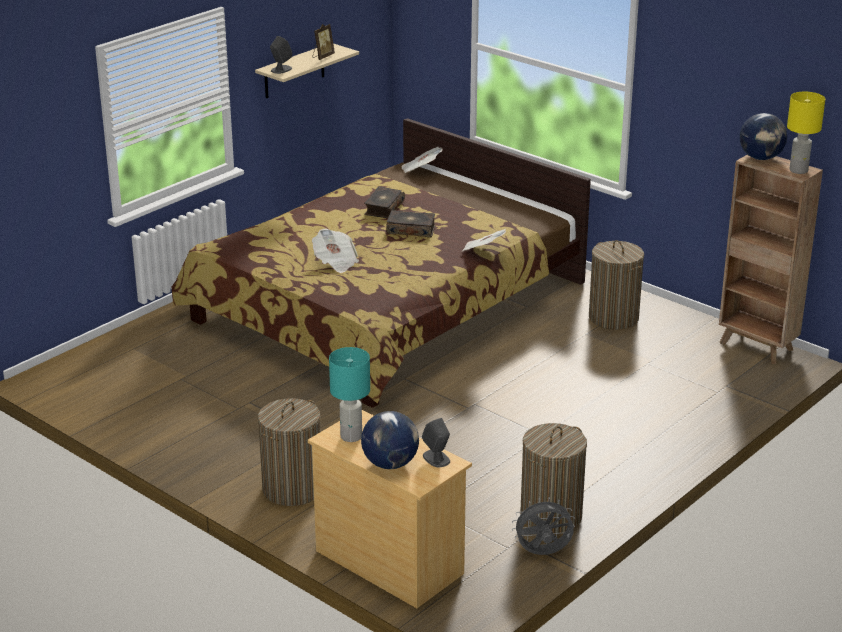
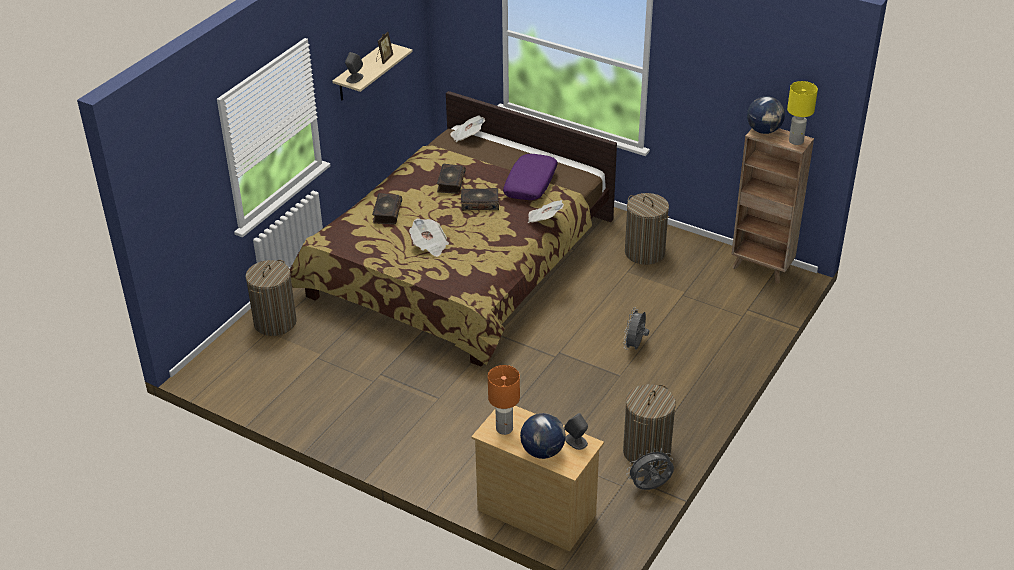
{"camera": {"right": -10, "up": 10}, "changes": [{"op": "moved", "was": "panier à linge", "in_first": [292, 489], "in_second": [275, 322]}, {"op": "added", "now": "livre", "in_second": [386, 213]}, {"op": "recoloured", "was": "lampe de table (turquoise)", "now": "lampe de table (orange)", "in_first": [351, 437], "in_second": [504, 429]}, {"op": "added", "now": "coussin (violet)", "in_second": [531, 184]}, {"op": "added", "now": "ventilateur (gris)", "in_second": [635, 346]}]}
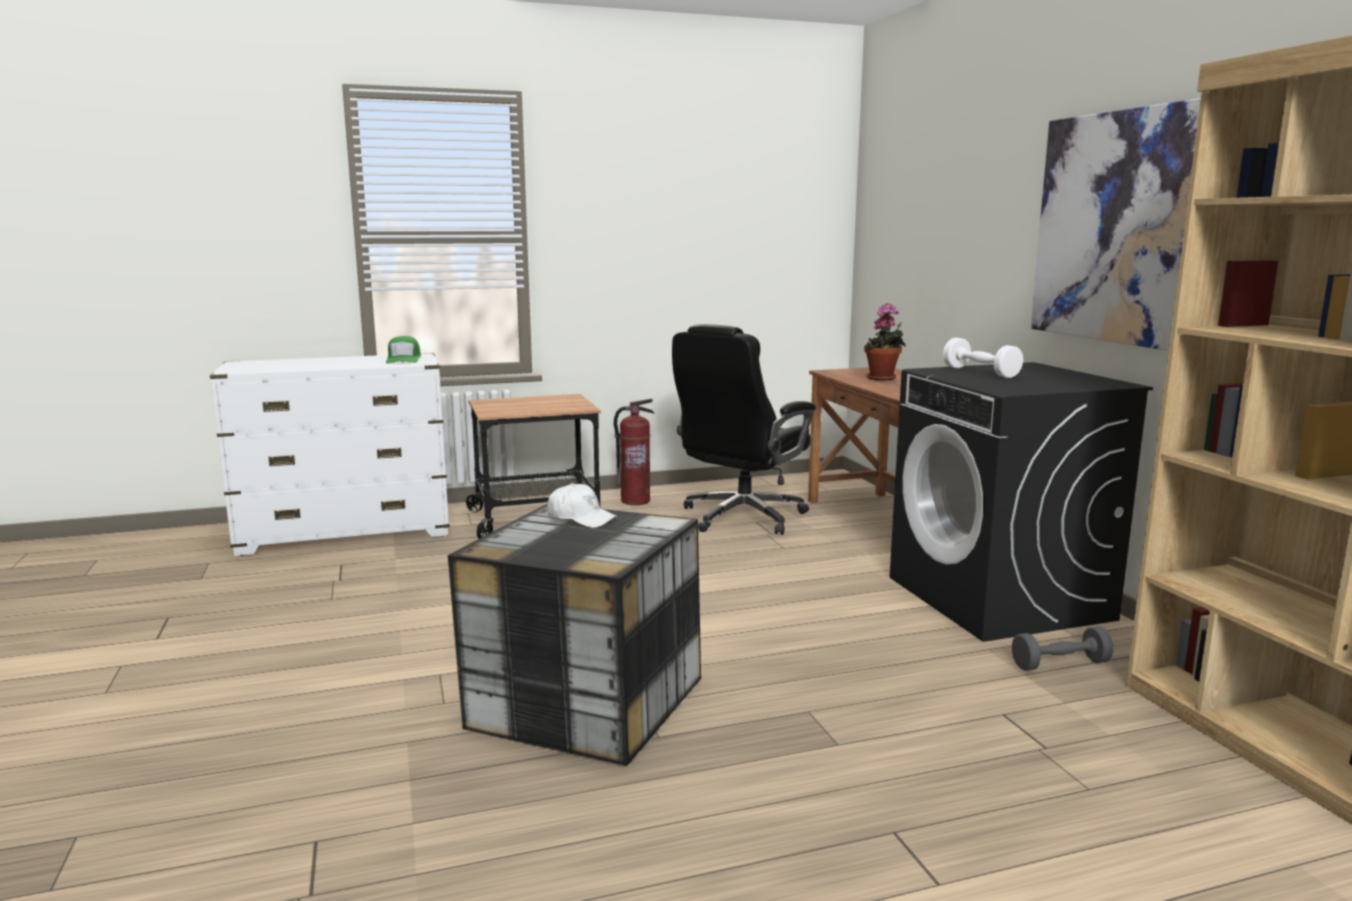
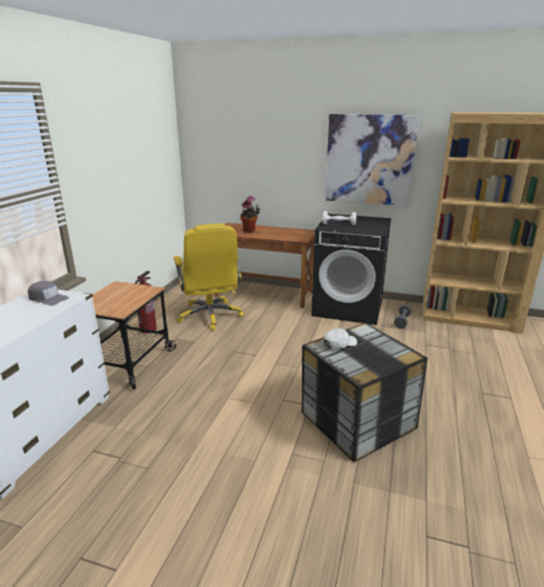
{"camera": {"right": -55, "up": 10}, "changes": [{"op": "recoloured", "was": "casquette (vert)", "now": "casquette (gris)", "in_first": [404, 359], "in_second": [48, 298]}, {"op": "recoloured", "was": "chaise de bureau (noir)", "now": "chaise de bureau (jaune)", "in_first": [741, 517], "in_second": [210, 315]}]}
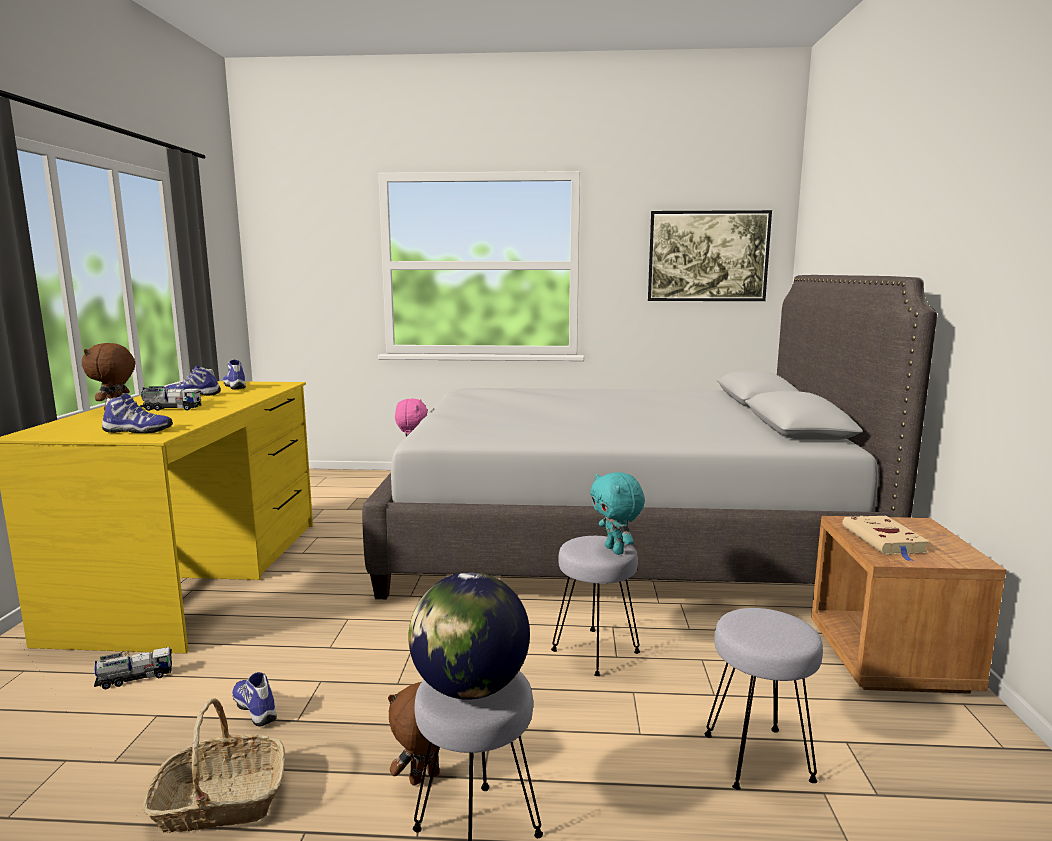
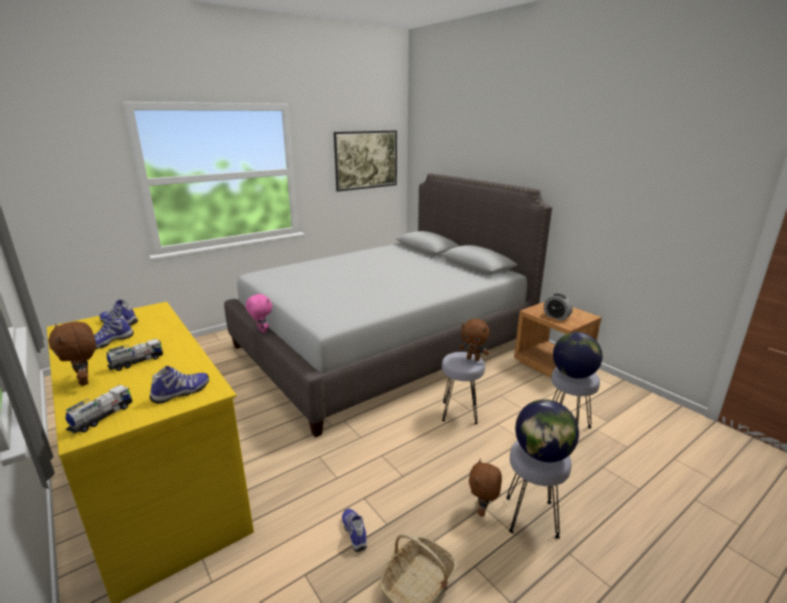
{"camera": {"right": -40, "up": 10}, "changes": [{"op": "moved", "was": "camion jouet", "in_first": [135, 678], "in_second": [102, 417]}, {"op": "turned", "was": "chaussure", "in_first": [256, 708], "in_second": [355, 532], "clockwise": 60}, {"op": "recoloured", "was": "peluche (turquoise)", "now": "peluche (marron)", "in_first": [616, 550], "in_second": [473, 359]}, {"op": "replaced", "was": "livre (beige)", "now": "réveil", "in_first": [885, 541], "in_second": [556, 316]}, {"op": "added", "now": "globe", "in_second": [573, 375]}]}
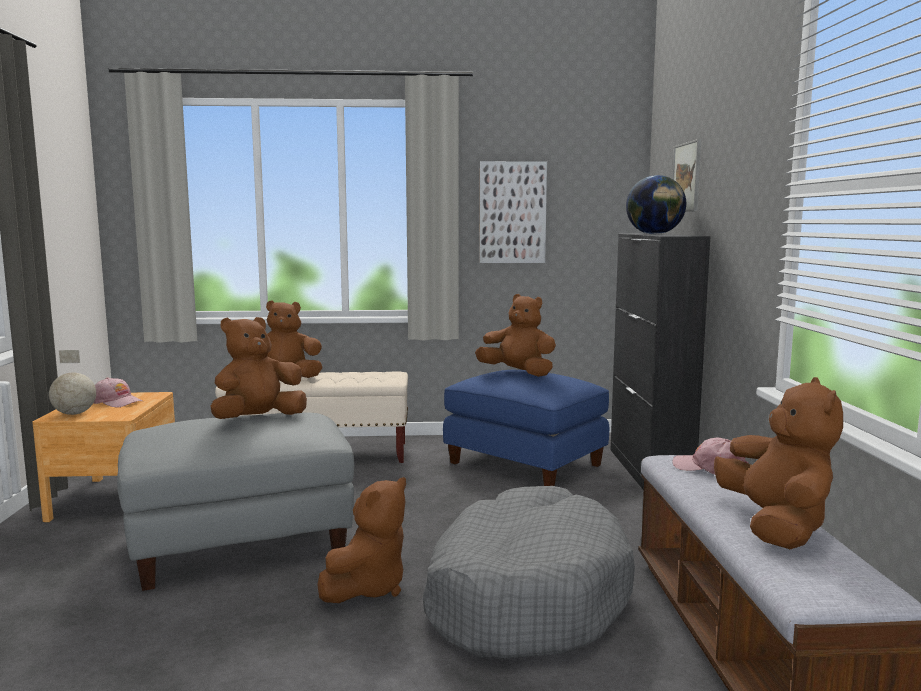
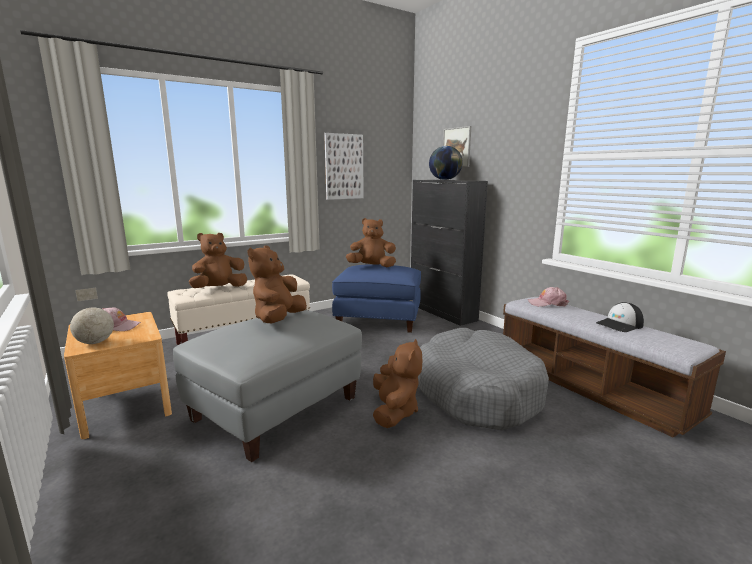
{"camera": {"right": -30, "up": 5}, "changes": [{"op": "replaced", "was": "peluche (marron)", "now": "casquette", "in_first": [775, 526], "in_second": [620, 325]}]}
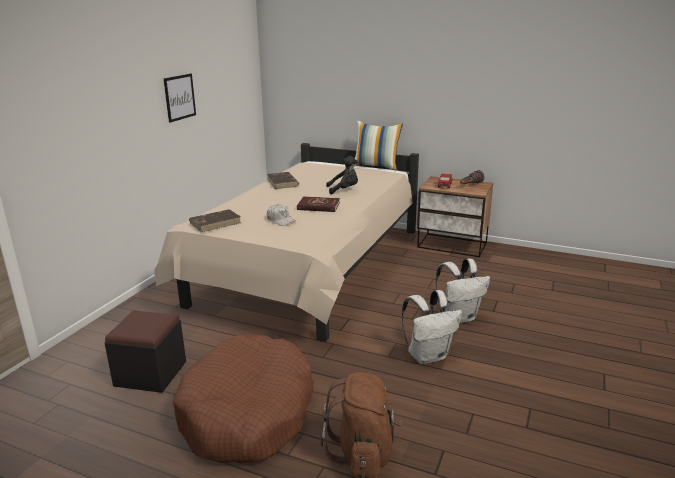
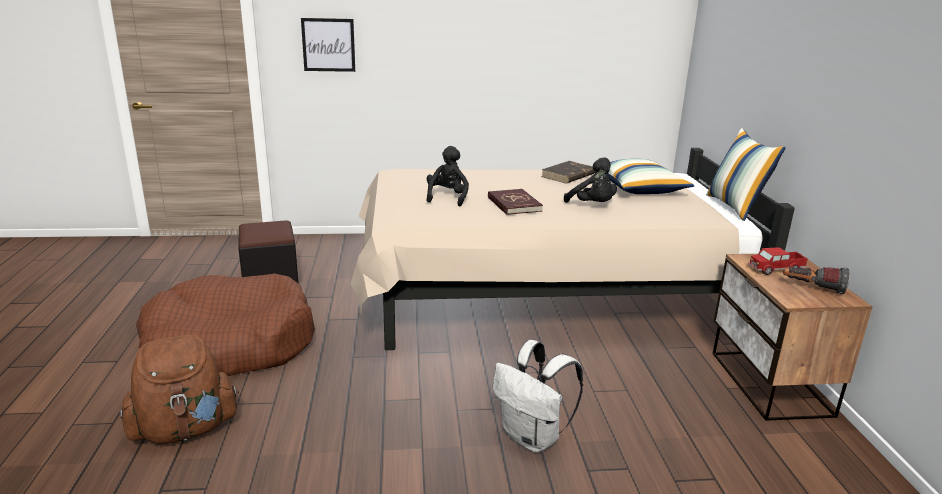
{"camera": {"right": 60, "up": 0}, "changes": [{"op": "moved", "was": "tableau", "in_first": [179, 97], "in_second": [328, 45]}, {"op": "replaced", "was": "casquette (blanc)", "now": "peluche (noir)", "in_first": [280, 220], "in_second": [447, 198]}, {"op": "added", "now": "coussin", "in_second": [640, 189]}, {"op": "removed", "was": "livre (marron)", "in_first": [216, 223]}, {"op": "removed", "was": "sac à dos (blanc)", "in_first": [428, 355]}]}
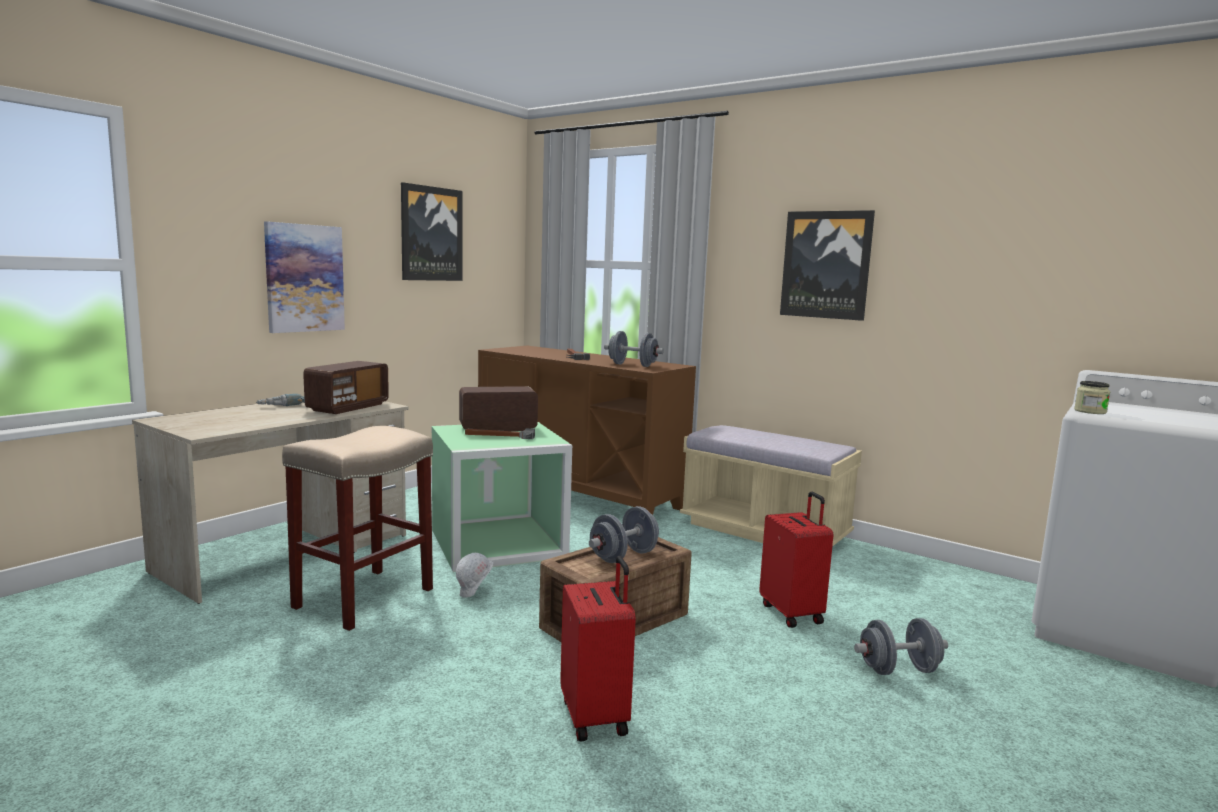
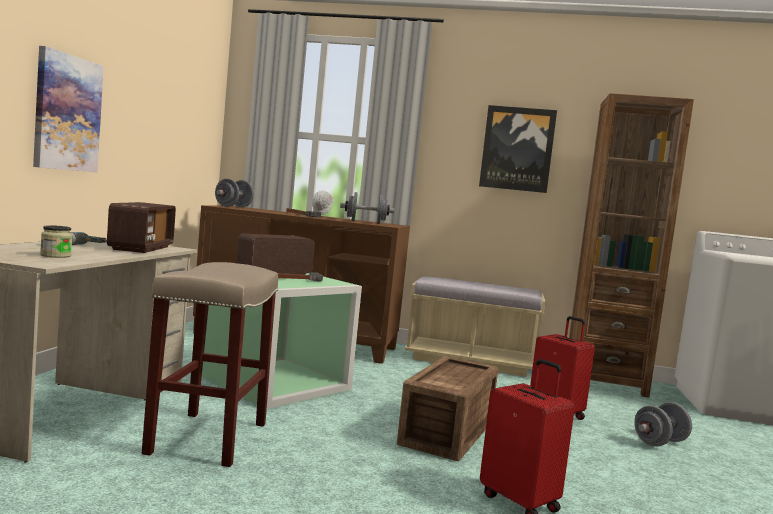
{"camera": {"right": -25, "up": -5}, "changes": [{"op": "moved", "was": "bocal", "in_first": [1090, 411], "in_second": [55, 256]}, {"op": "moved", "was": "haltère (gris)", "in_first": [623, 556], "in_second": [233, 206]}, {"op": "moved", "was": "casque de chantier (blanc)", "in_first": [475, 593], "in_second": [322, 216]}, {"op": "added", "now": "bibliothèque (marron)", "in_second": [604, 382]}, {"op": "removed", "was": "tableau", "in_first": [431, 234]}]}
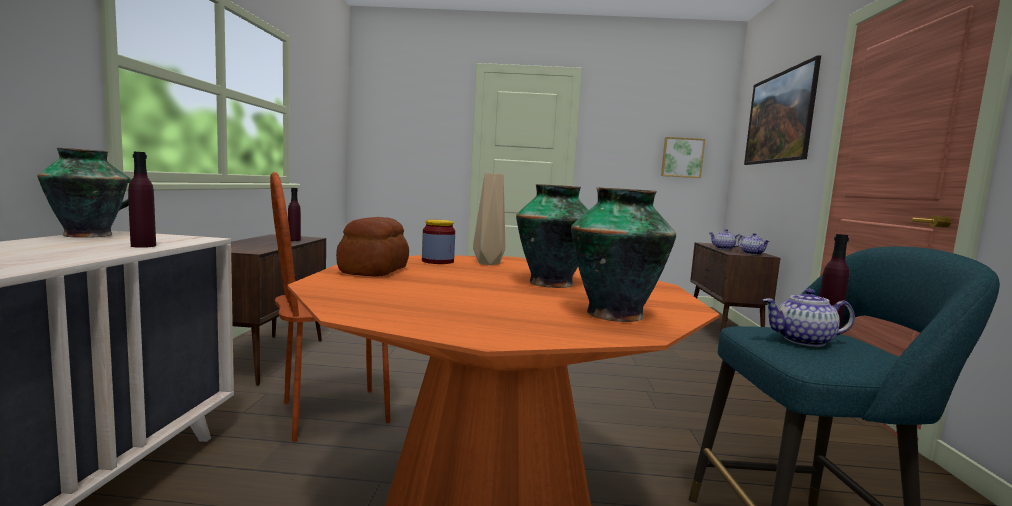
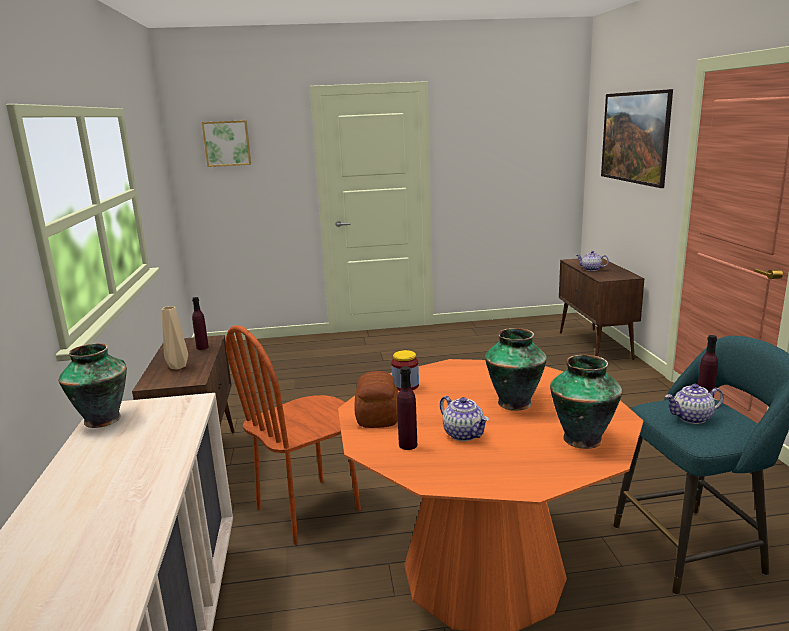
{"camera": {"right": -10, "up": 10}, "changes": [{"op": "moved", "was": "vase (beige)", "in_first": [488, 263], "in_second": [178, 366]}, {"op": "moved", "was": "tableau", "in_first": [682, 157], "in_second": [227, 143]}, {"op": "moved", "was": "bouteille (violet)", "in_first": [143, 246], "in_second": [408, 445]}, {"op": "moved", "was": "théière", "in_first": [752, 253], "in_second": [464, 434]}]}
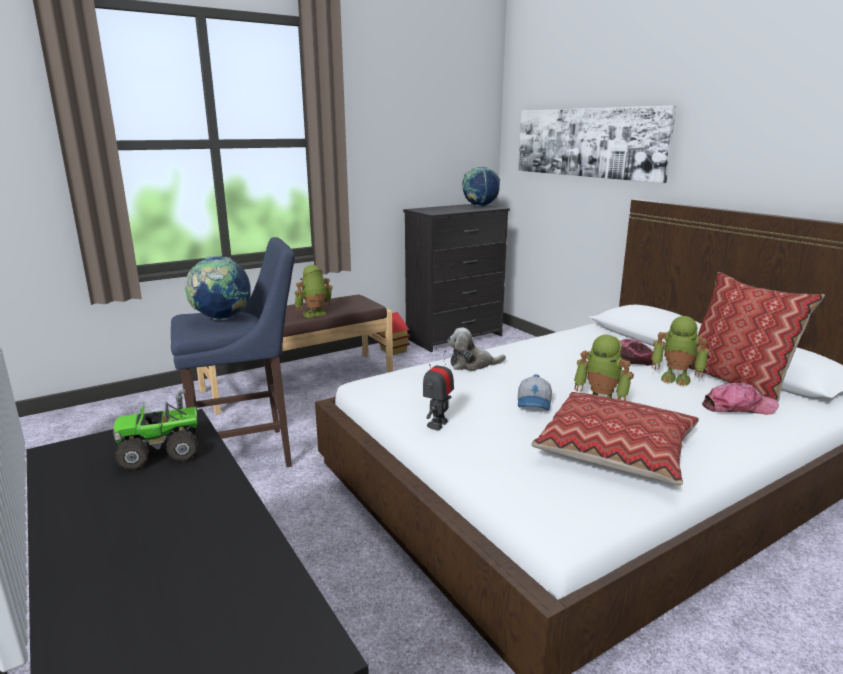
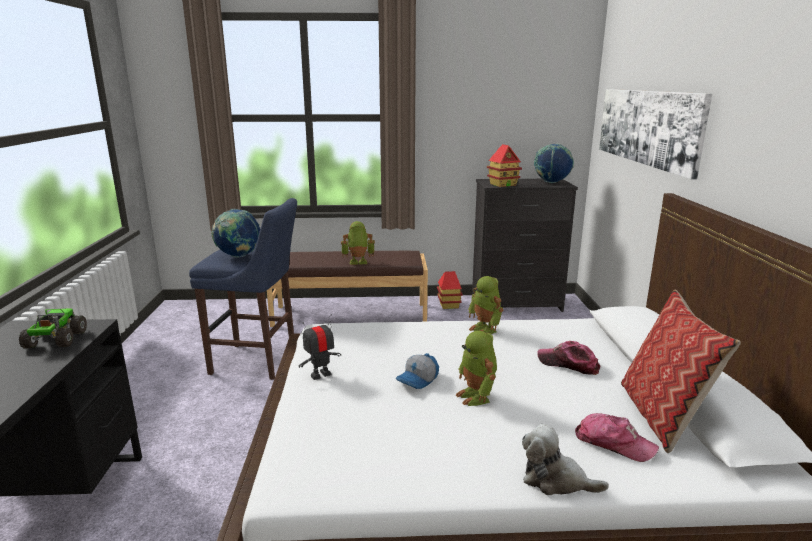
{"camera": {"right": 30, "up": 0}, "changes": [{"op": "turned", "was": "camion jouet", "in_first": [162, 450], "in_second": [55, 340], "clockwise": 75}, {"op": "moved", "was": "robot jouet", "in_first": [676, 378], "in_second": [485, 329]}, {"op": "added", "now": "maison miniature", "in_second": [503, 184]}, {"op": "moved", "was": "peluche", "in_first": [472, 364], "in_second": [555, 480]}, {"op": "removed", "was": "coussin", "in_first": [616, 450]}]}
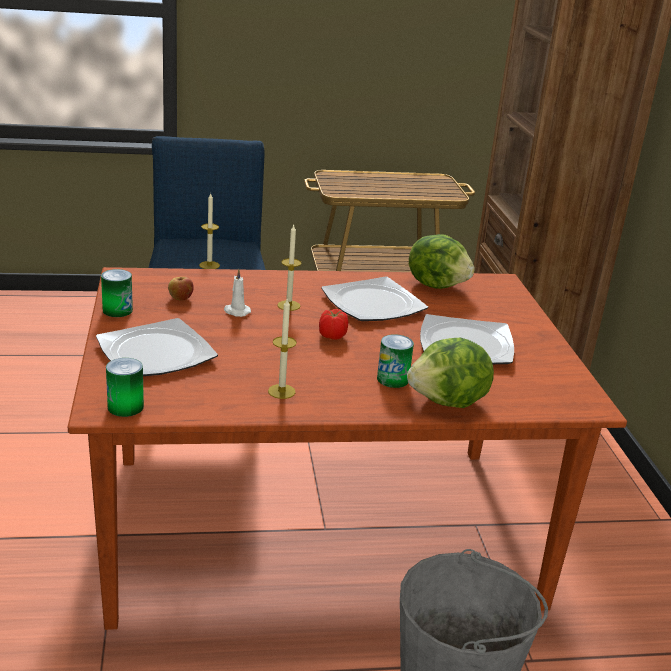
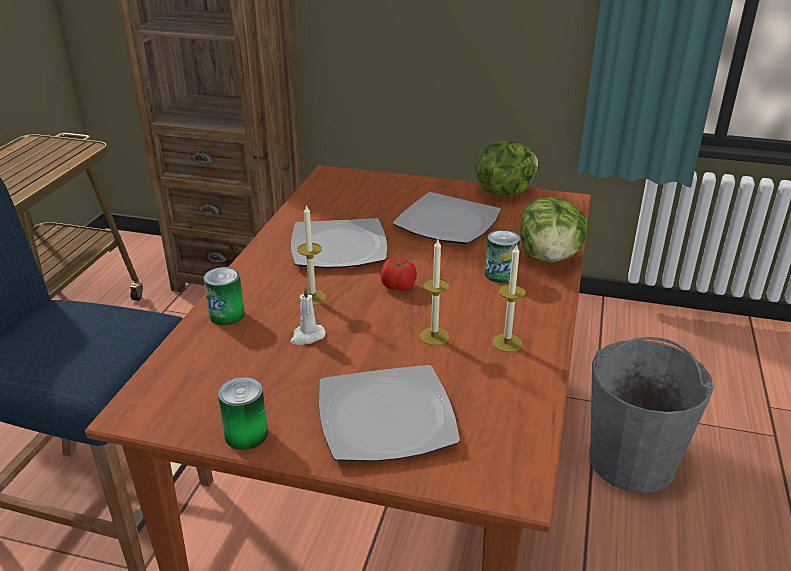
{"camera": {"right": -65, "up": 5}, "changes": [{"op": "moved", "was": "boîte métallique", "in_first": [125, 407], "in_second": [227, 315]}, {"op": "moved", "was": "bougie", "in_first": [209, 265], "in_second": [434, 336]}, {"op": "moved", "was": "laitue", "in_first": [437, 285], "in_second": [503, 192]}, {"op": "removed", "was": "pomme", "in_first": [180, 298]}]}
